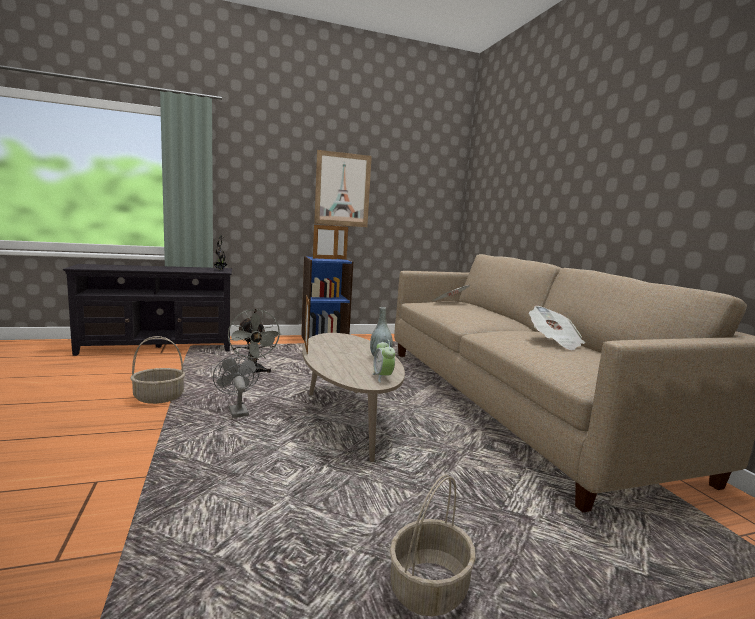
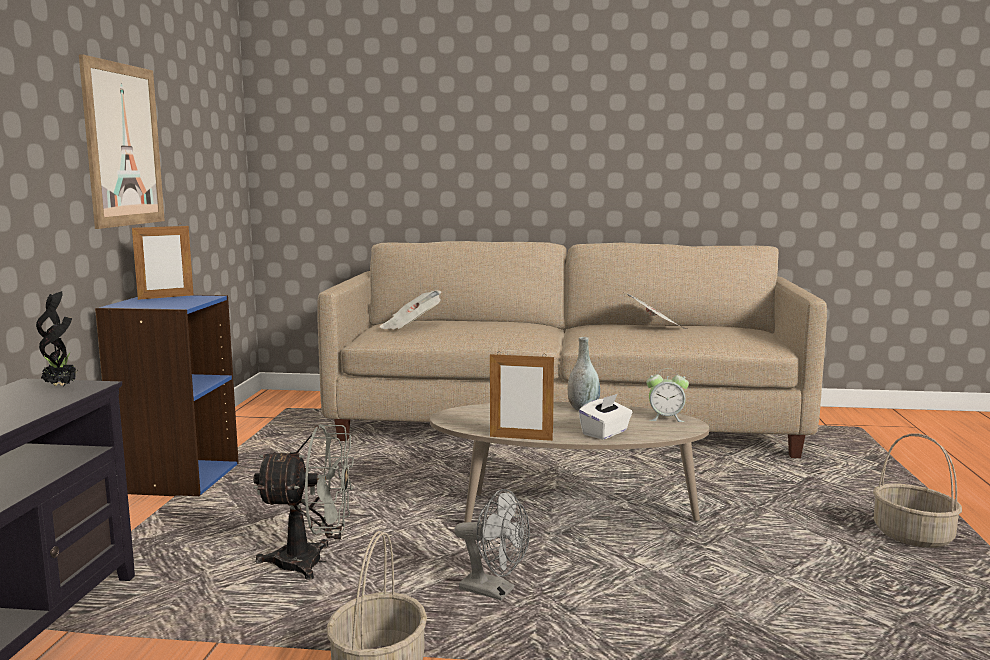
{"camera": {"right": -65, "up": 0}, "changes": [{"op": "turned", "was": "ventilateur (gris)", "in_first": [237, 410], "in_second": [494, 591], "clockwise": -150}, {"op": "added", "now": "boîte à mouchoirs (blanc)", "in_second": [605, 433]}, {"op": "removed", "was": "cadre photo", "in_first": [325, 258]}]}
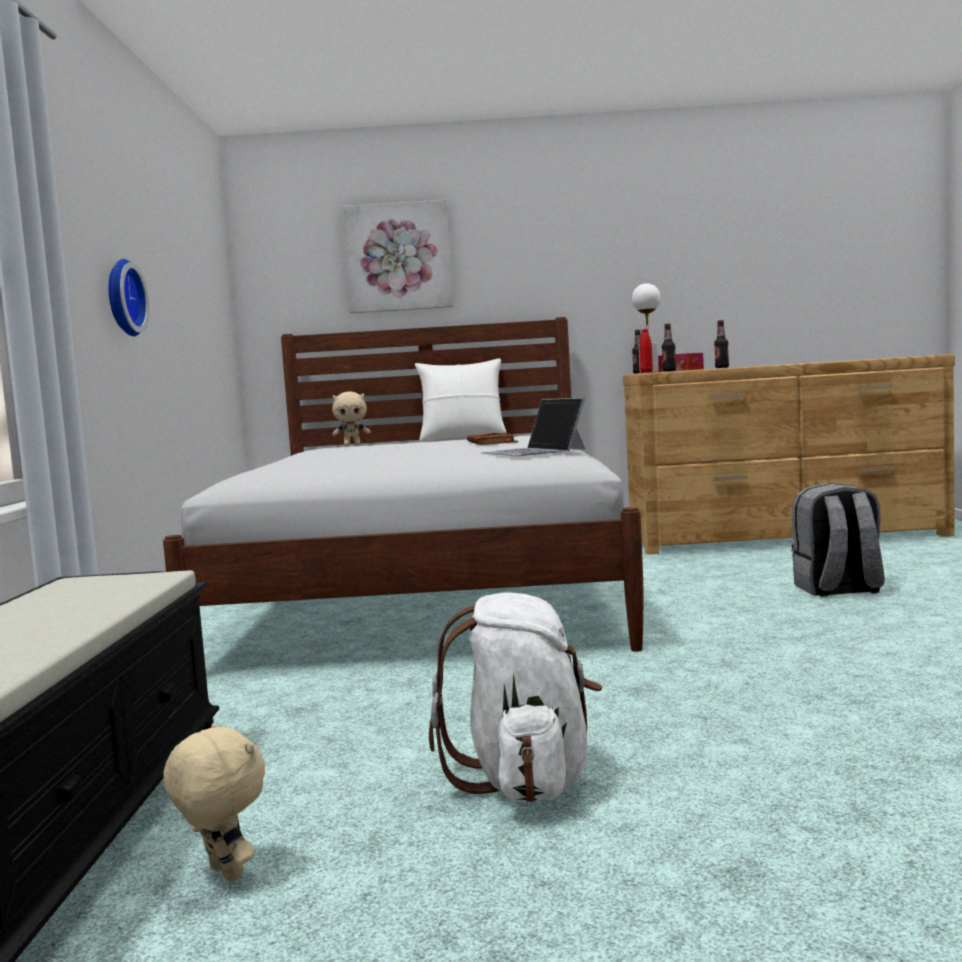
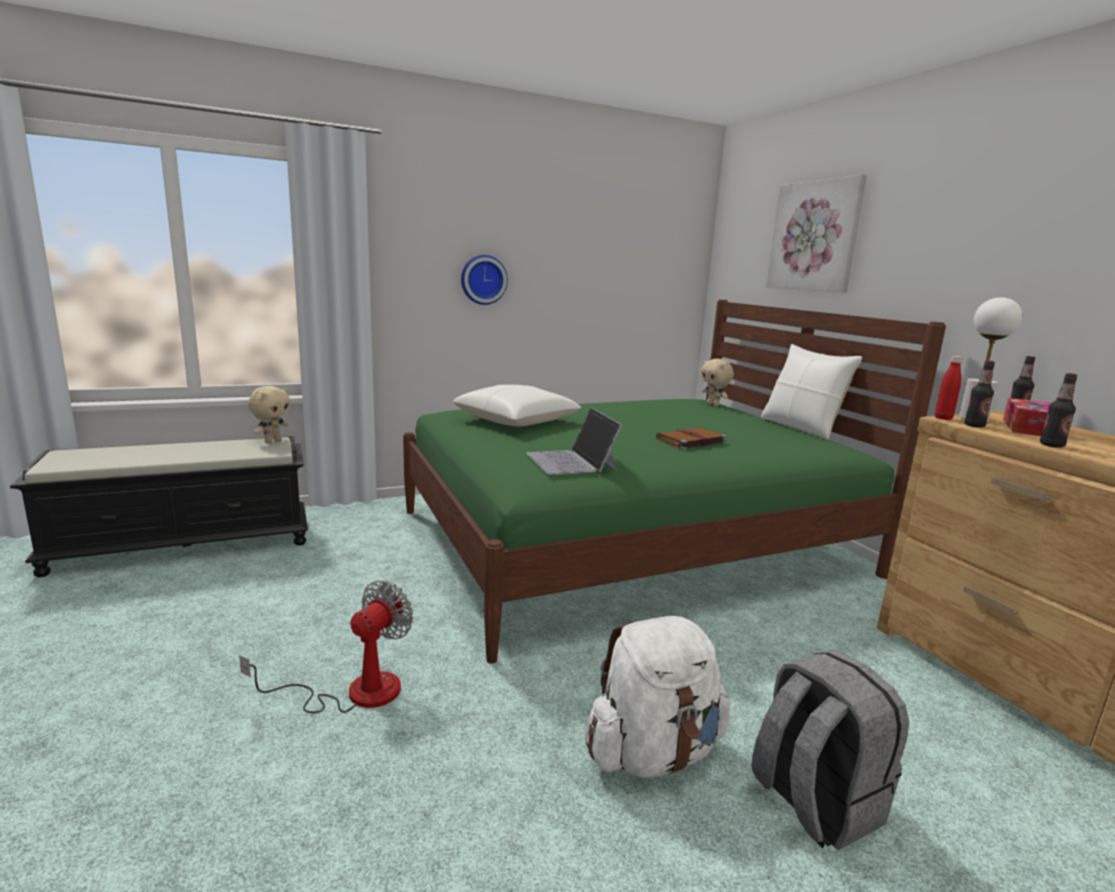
{"camera": {"right": 65, "up": 10}, "changes": [{"op": "added", "now": "ventilateur", "in_second": [354, 692]}, {"op": "moved", "was": "peluche (beige)", "in_first": [223, 874], "in_second": [272, 440]}, {"op": "recoloured", "was": "lit (blanc)", "now": "lit (vert)", "in_first": [429, 593], "in_second": [629, 542]}, {"op": "added", "now": "coussin (blanc)", "in_second": [516, 420]}, {"op": "turned", "was": "ordinateur portable", "in_first": [533, 451], "in_second": [571, 461], "clockwise": -60}, {"op": "moved", "was": "sac à dos (blanc)", "in_first": [525, 779], "in_second": [653, 752]}]}
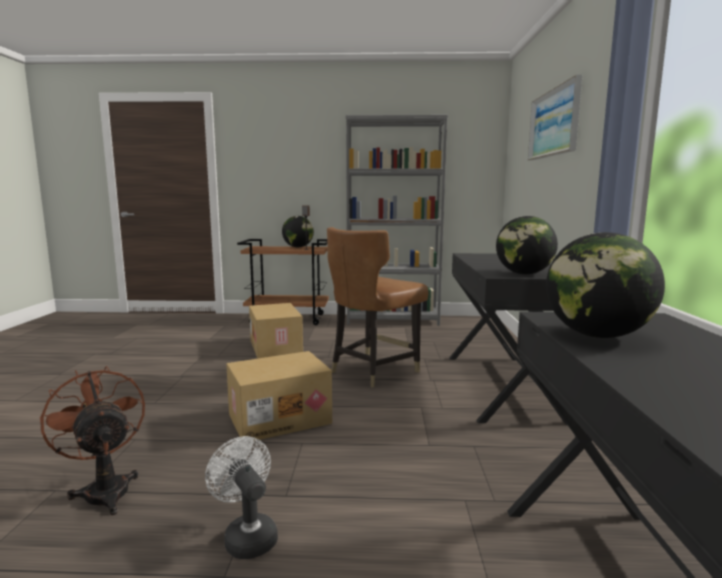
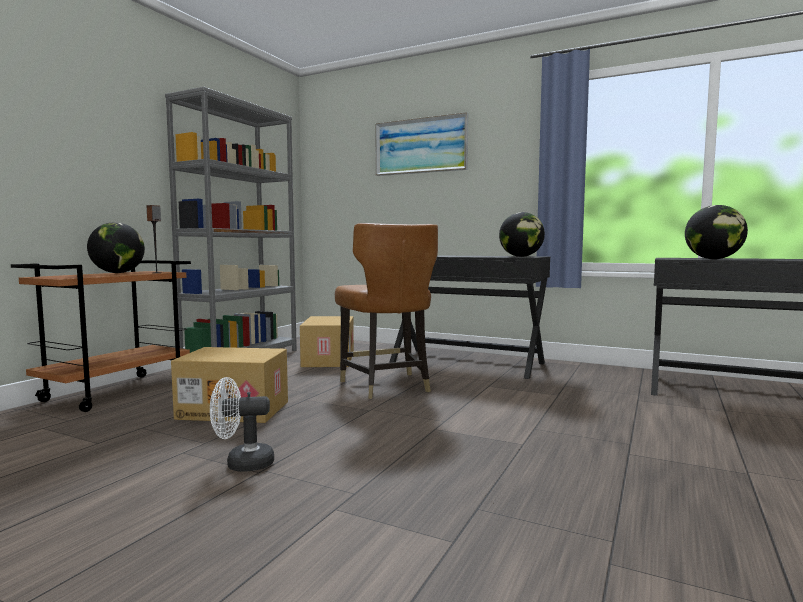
{"camera": {"right": -65, "up": -5}, "changes": [{"op": "moved", "was": "ventilateur (blanc)", "in_first": [247, 535], "in_second": [242, 464]}, {"op": "moved", "was": "carton", "in_first": [280, 418], "in_second": [327, 359]}, {"op": "removed", "was": "ventilateur (marron)", "in_first": [105, 489]}]}
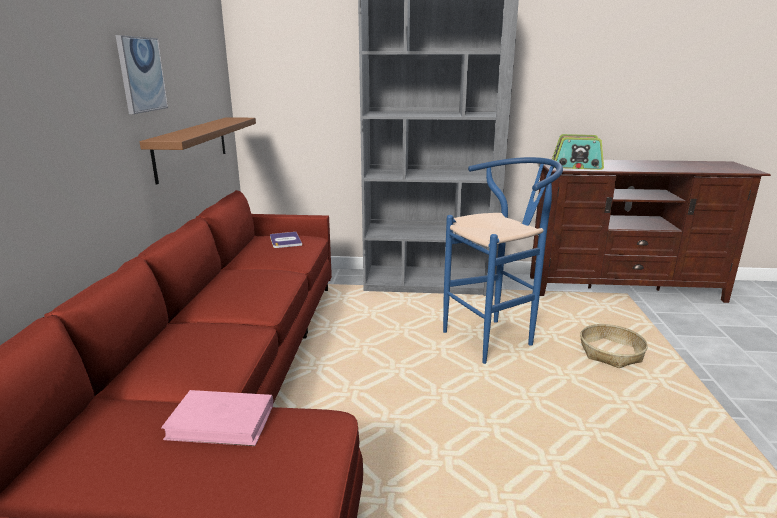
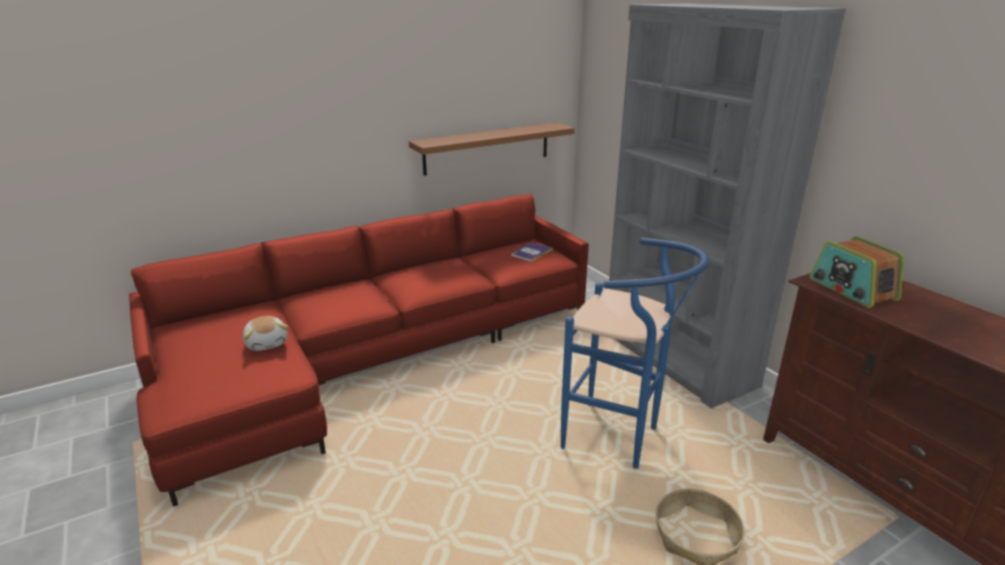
{"camera": {"right": 55, "up": 5}, "changes": [{"op": "replaced", "was": "livre (rose)", "now": "peluche", "in_first": [221, 422], "in_second": [267, 343]}, {"op": "removed", "was": "tableau", "in_first": [141, 74]}]}
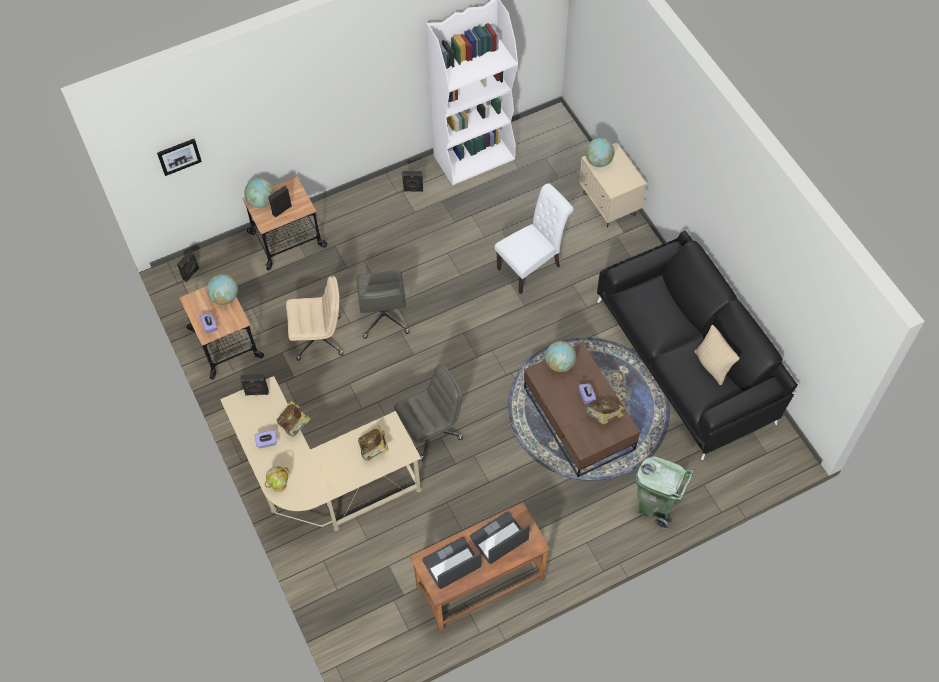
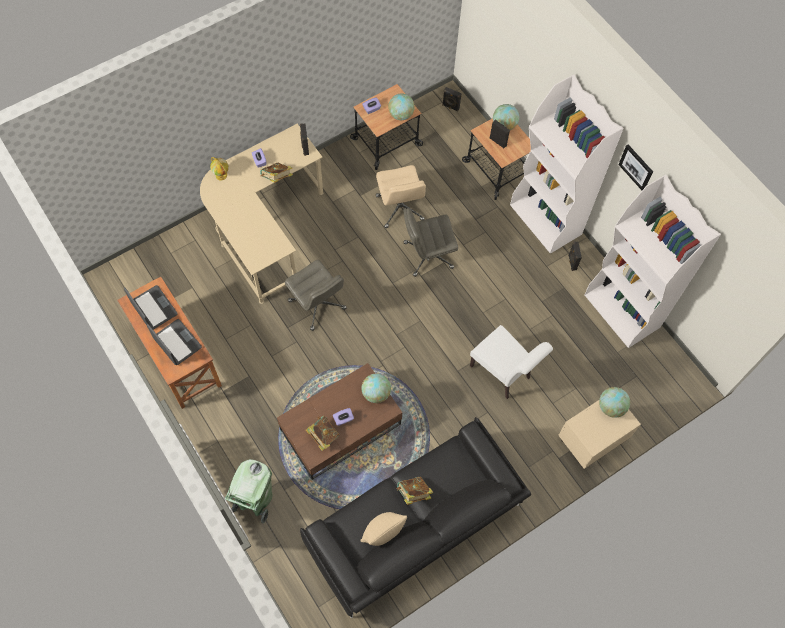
{"camera": {"right": 80, "up": 5}, "changes": [{"op": "moved", "was": "livre", "in_first": [374, 449], "in_second": [413, 493]}, {"op": "added", "now": "bibliothèque (blanc)", "in_second": [546, 220]}, {"op": "moved", "was": "tableau", "in_first": [179, 156], "in_second": [636, 167]}]}
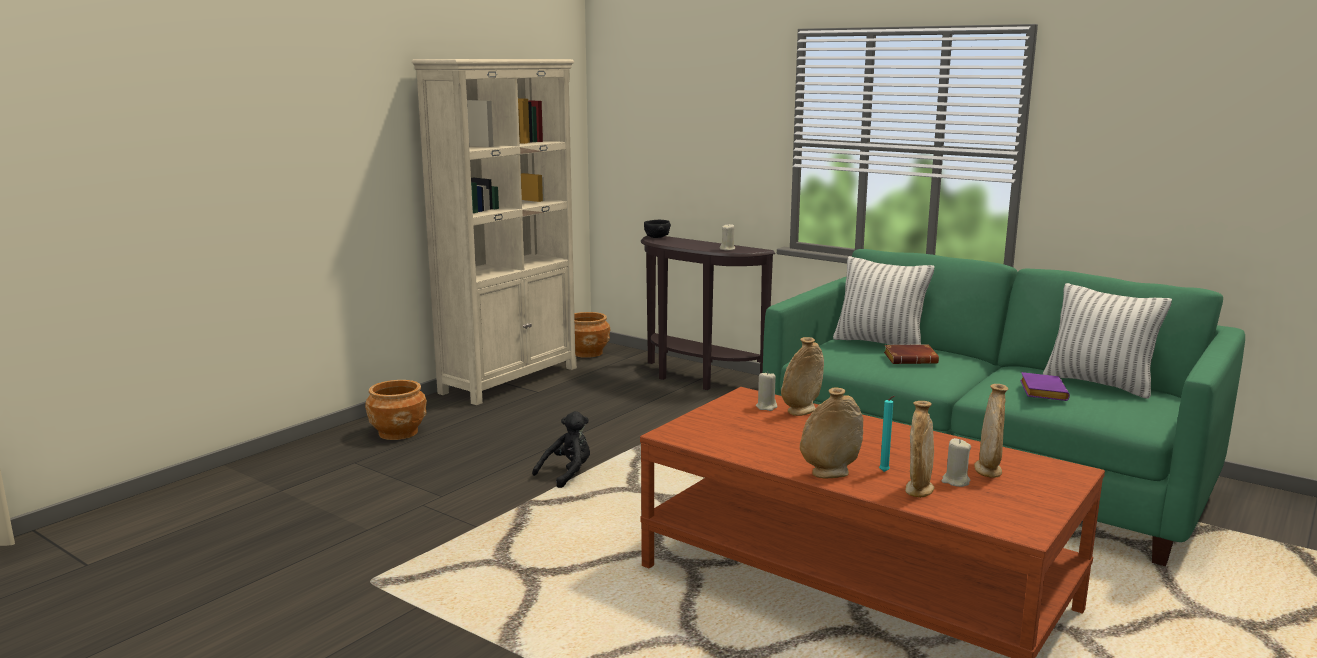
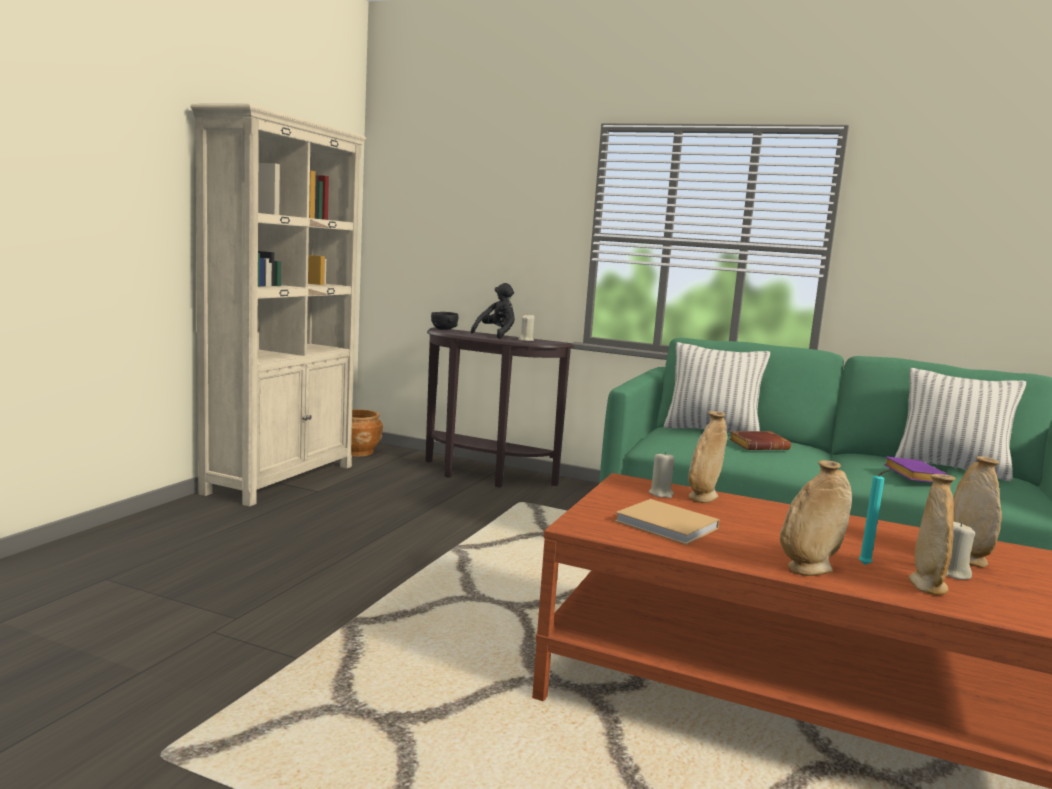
{"camera": {"right": -15, "up": -5}, "changes": [{"op": "moved", "was": "peluche (noir)", "in_first": [567, 474], "in_second": [496, 335]}, {"op": "added", "now": "livre (beige)", "in_second": [669, 525]}, {"op": "removed", "was": "cache-pot (marron)", "in_first": [398, 432]}]}
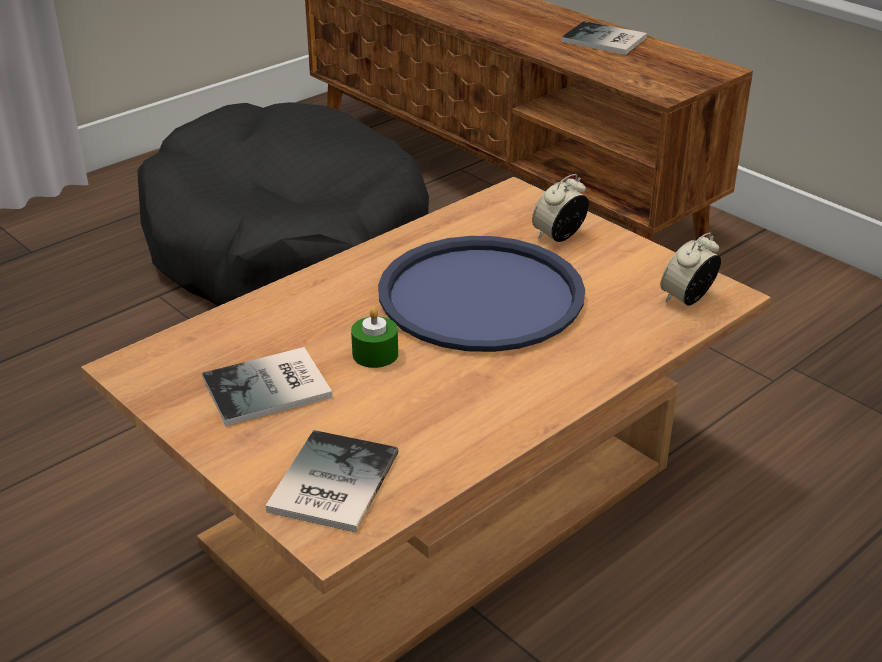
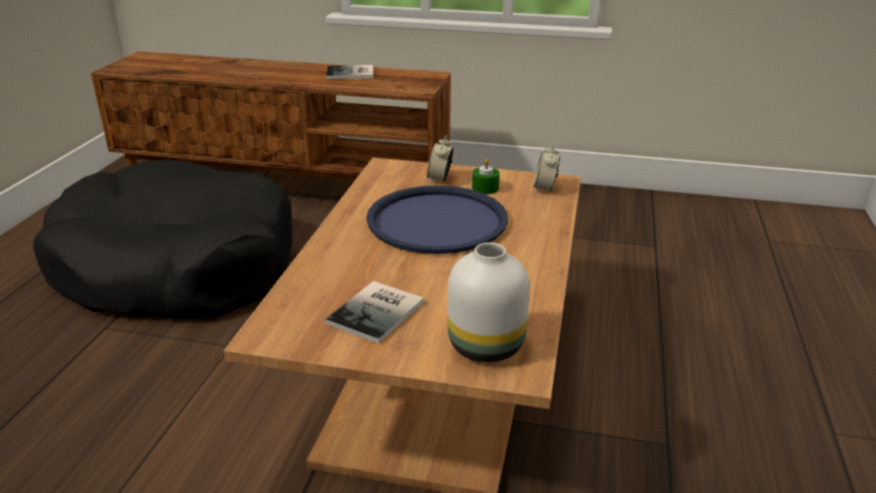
{"camera": {"right": -35, "up": -5}, "changes": [{"op": "replaced", "was": "livre", "now": "vase (blanc)", "in_first": [328, 484], "in_second": [485, 347]}, {"op": "moved", "was": "bougie (vert)", "in_first": [375, 354], "in_second": [485, 188]}]}
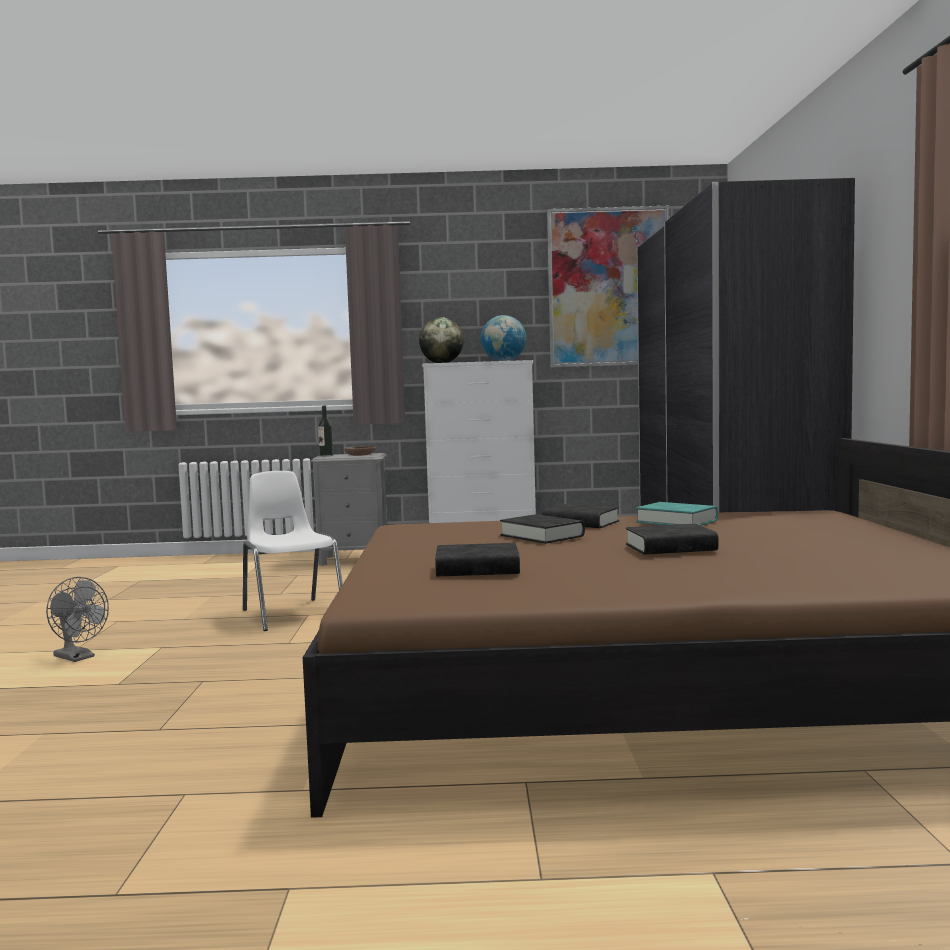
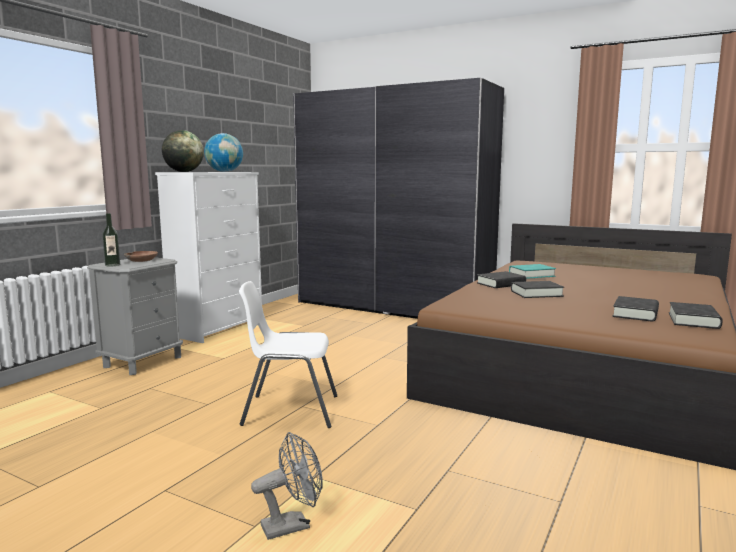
{"camera": {"right": -60, "up": 5}, "changes": [{"op": "moved", "was": "livre (noir)", "in_first": [670, 547], "in_second": [693, 320]}, {"op": "removed", "was": "tableau", "in_first": [608, 287]}]}
